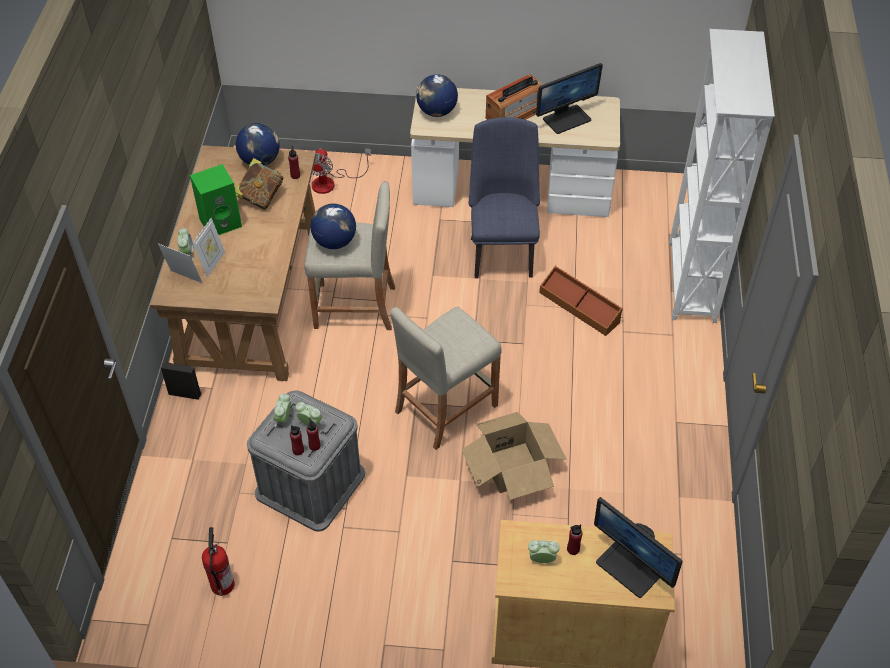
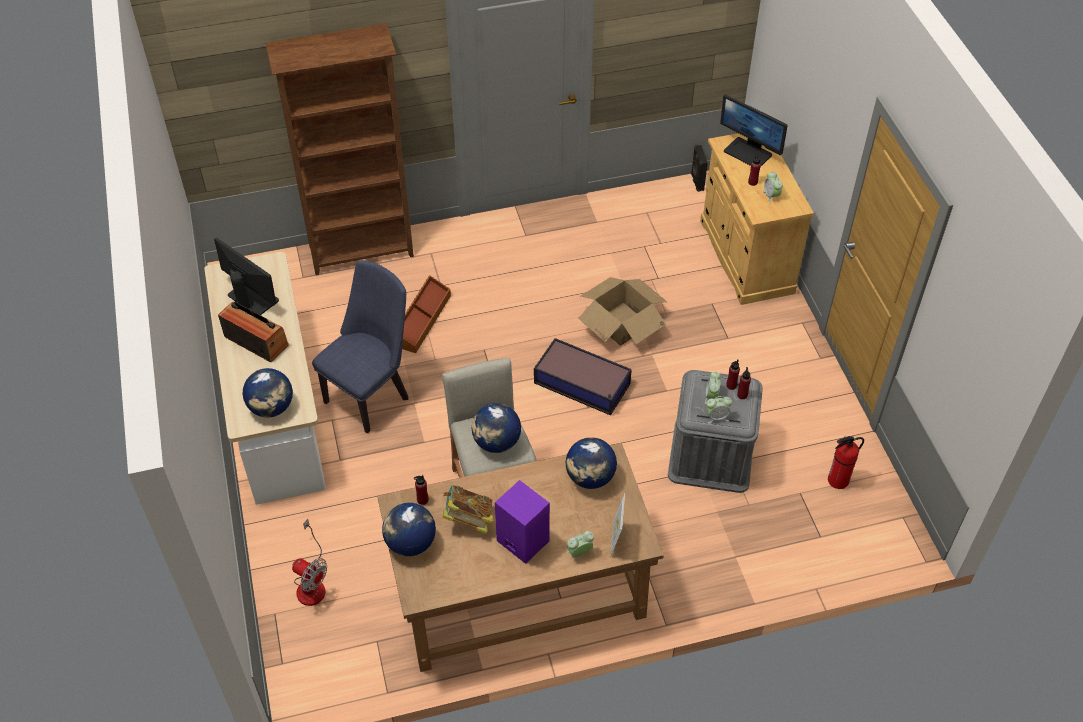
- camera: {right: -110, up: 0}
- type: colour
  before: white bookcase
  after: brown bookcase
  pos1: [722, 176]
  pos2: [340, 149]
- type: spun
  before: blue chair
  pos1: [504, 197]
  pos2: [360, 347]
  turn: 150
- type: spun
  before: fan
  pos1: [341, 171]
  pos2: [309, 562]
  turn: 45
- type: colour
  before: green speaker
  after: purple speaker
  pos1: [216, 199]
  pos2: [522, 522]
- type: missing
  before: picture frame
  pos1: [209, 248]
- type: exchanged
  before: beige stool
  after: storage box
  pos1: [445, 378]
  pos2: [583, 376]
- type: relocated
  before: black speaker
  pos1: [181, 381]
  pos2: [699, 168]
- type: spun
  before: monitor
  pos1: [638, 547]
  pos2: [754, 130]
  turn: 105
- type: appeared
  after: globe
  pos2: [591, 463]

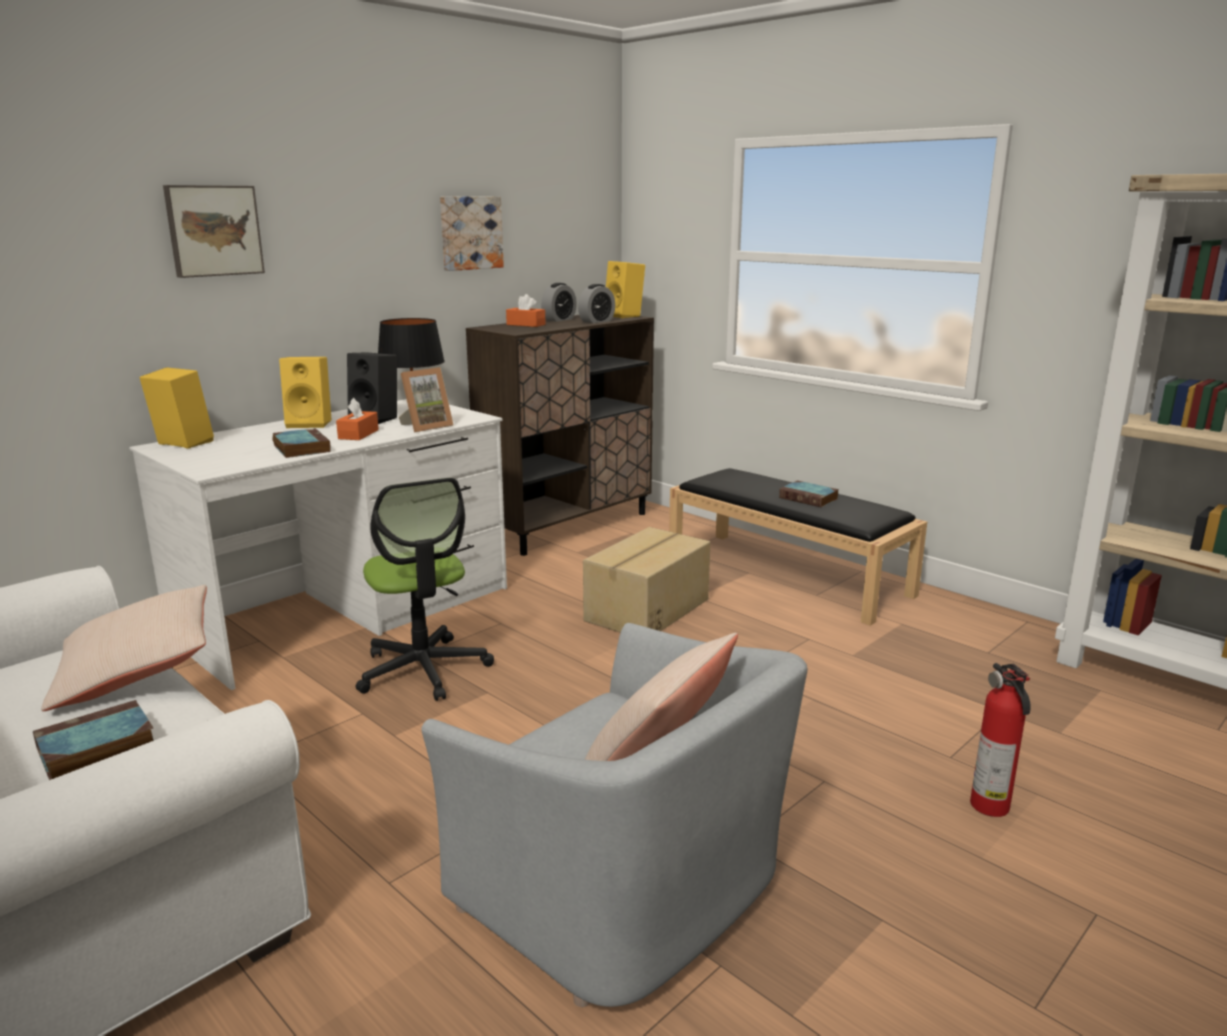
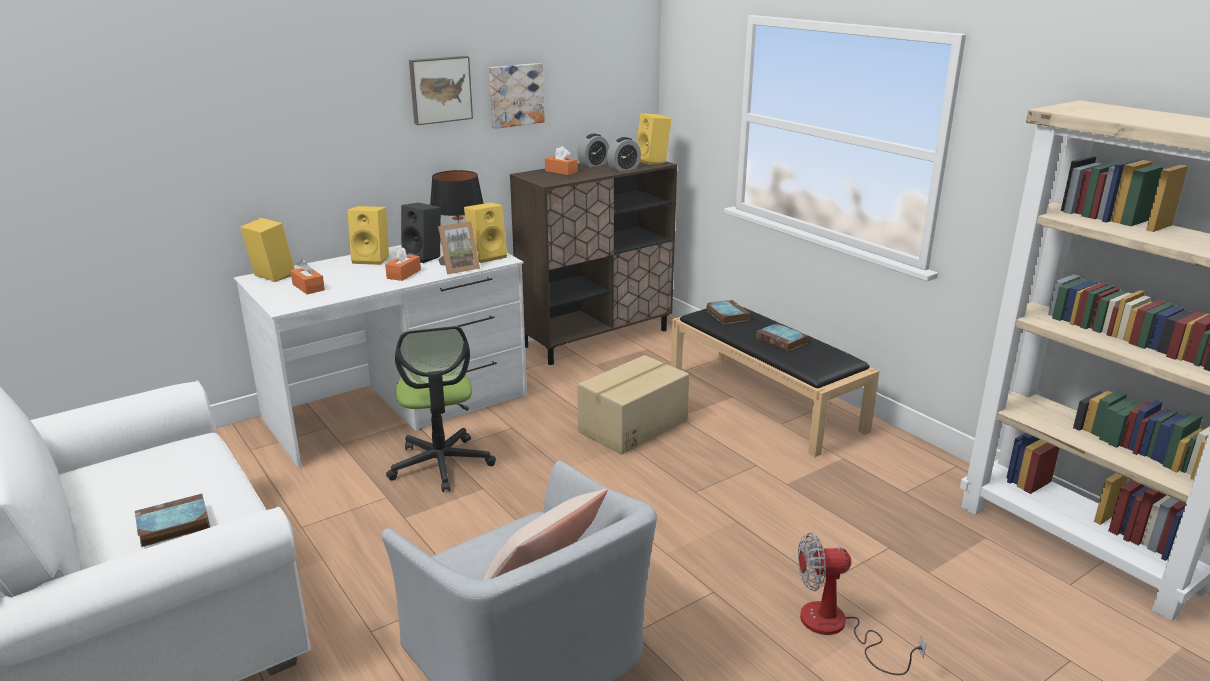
- camera: {right: 10, up: 5}
- type: relocated
  before: picture
  pos1: [214, 231]
  pos2: [441, 90]
- type: relocated
  before: book
  pos1: [301, 443]
  pos2: [728, 312]
- type: missing
  before: beige pillow
  pos1: [124, 648]
- type: exchanged
  before: fire extinguisher
  after: fan
  pos1: [1000, 740]
  pos2: [862, 604]
- type: appeared
  after: yellow speaker
  pos2: [485, 232]
- type: appeared
  after: orange tissue box
  pos2: [308, 276]

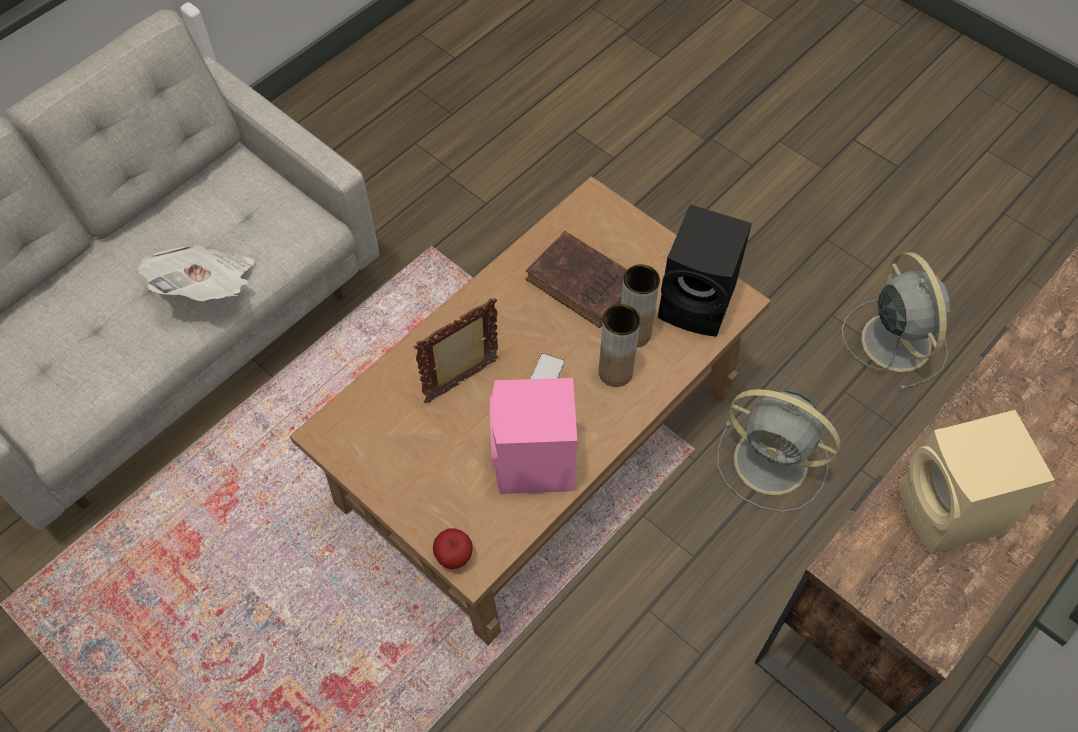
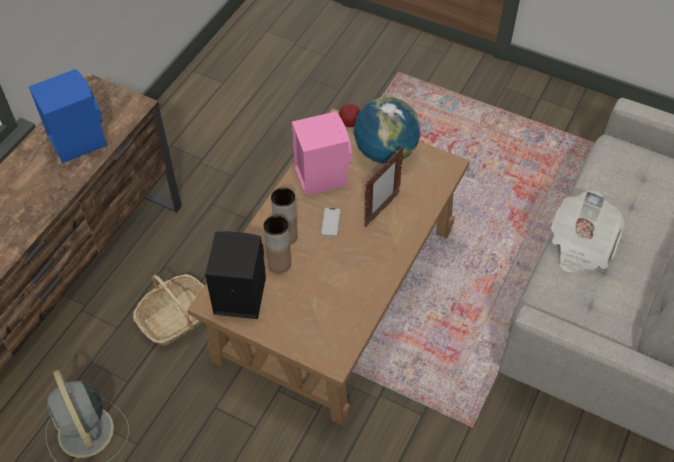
- camera: {right: 165, up: -5}
- type: missing
  before: brown book
  pos1: [576, 279]
- type: exchanged
  before: grey fan
  after: basket
  pos1: [778, 450]
  pos2: [168, 309]
- type: colour
  before: beige speaker
  after: blue speaker
  pos1: [976, 482]
  pos2: [68, 116]
- type: appeared
  after: globe
  pos2: [387, 130]

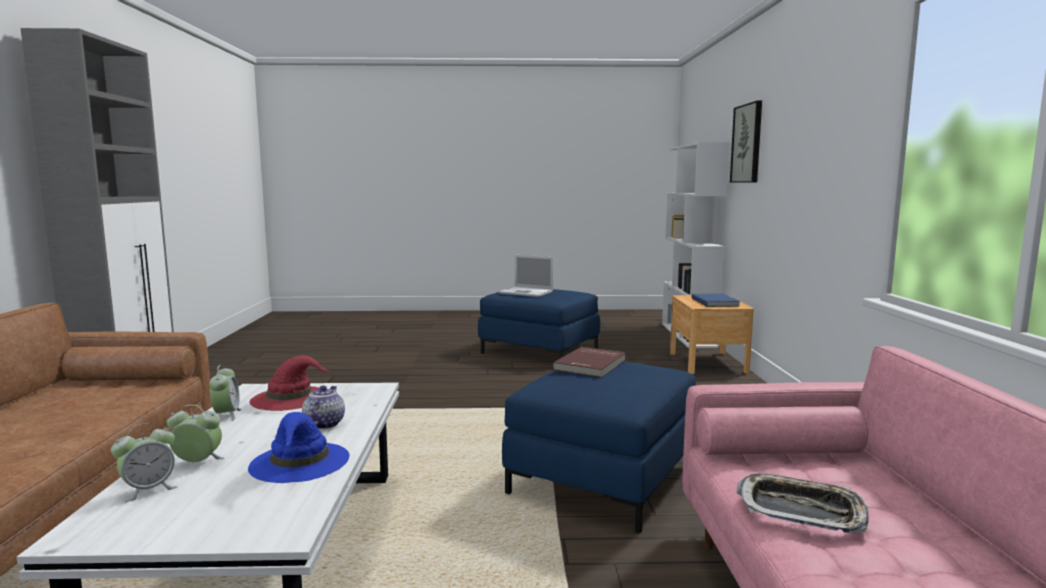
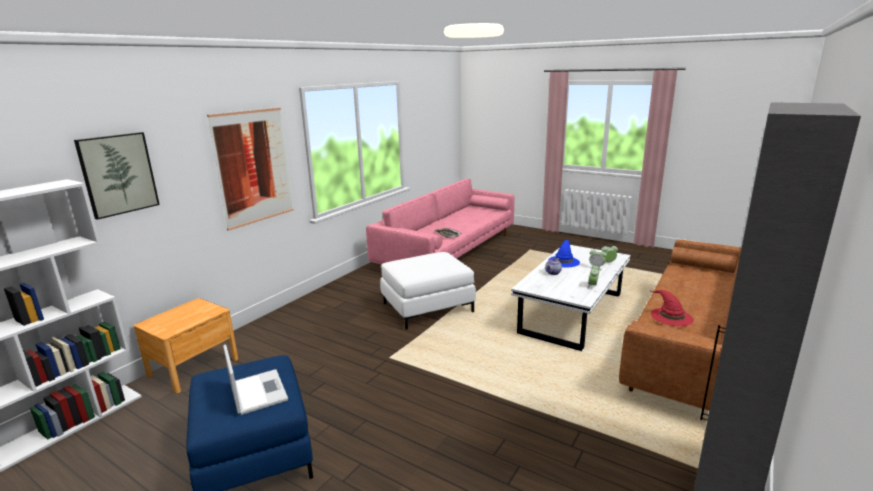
- camera: {right: -145, up: 10}
- type: missing
  before: blue book
  pos1: [715, 300]
- type: missing
  before: red book
  pos1: [588, 362]
- type: relocated
  before: red hat
  pos1: [290, 383]
  pos2: [672, 308]
- type: colour
  before: blue ottoman
  after: white ottoman
  pos1: [599, 447]
  pos2: [428, 290]
- type: appeared
  after: picture
  pos2: [250, 169]

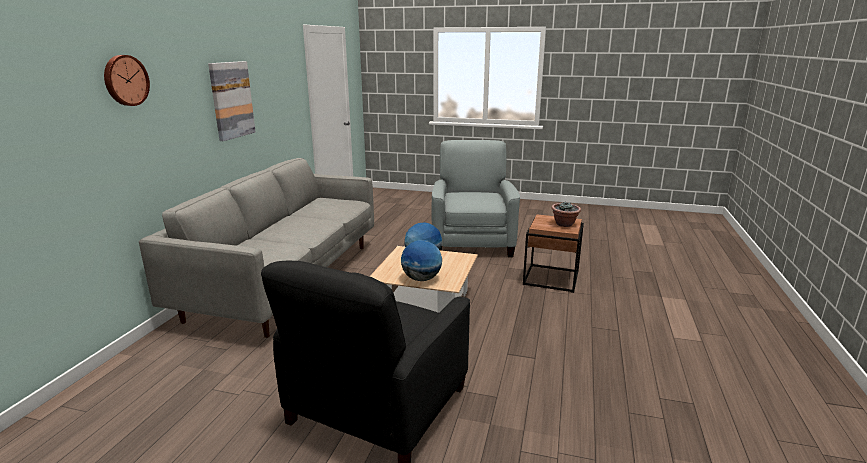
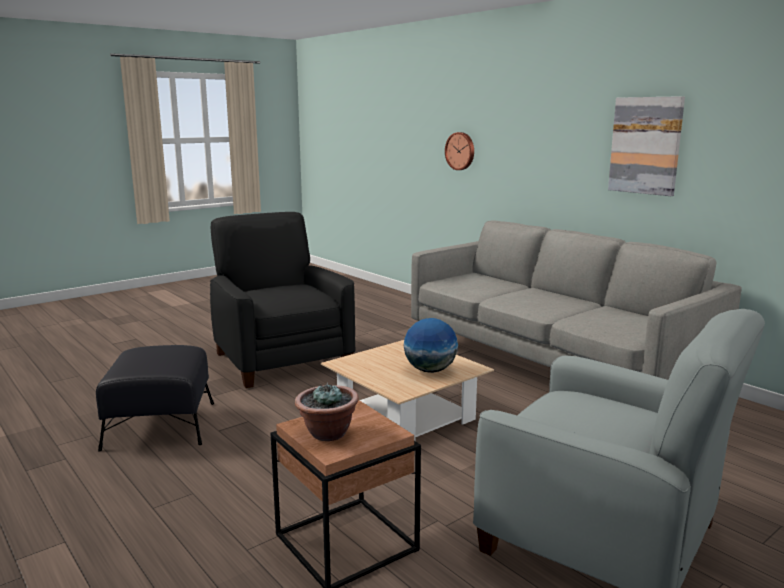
- camera: {right: 125, up: -5}
- type: relocated
  before: wall clock
  pos1: [127, 80]
  pos2: [459, 151]
- type: missing
  before: globe
  pos1: [421, 260]
- type: appeared
  after: black ottoman
  pos2: [155, 398]

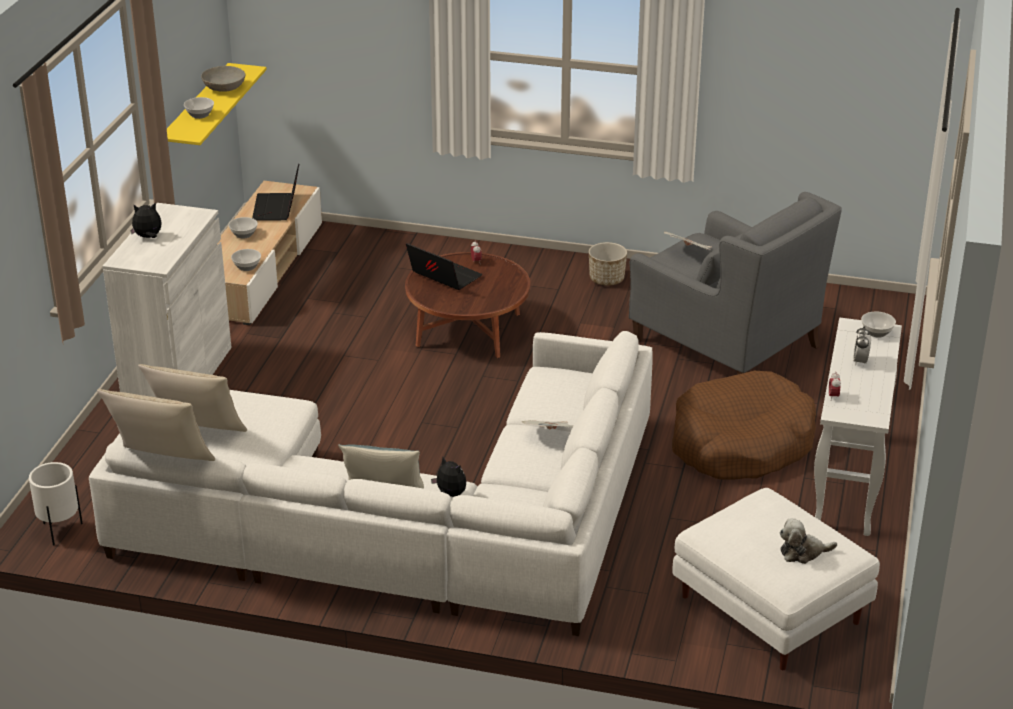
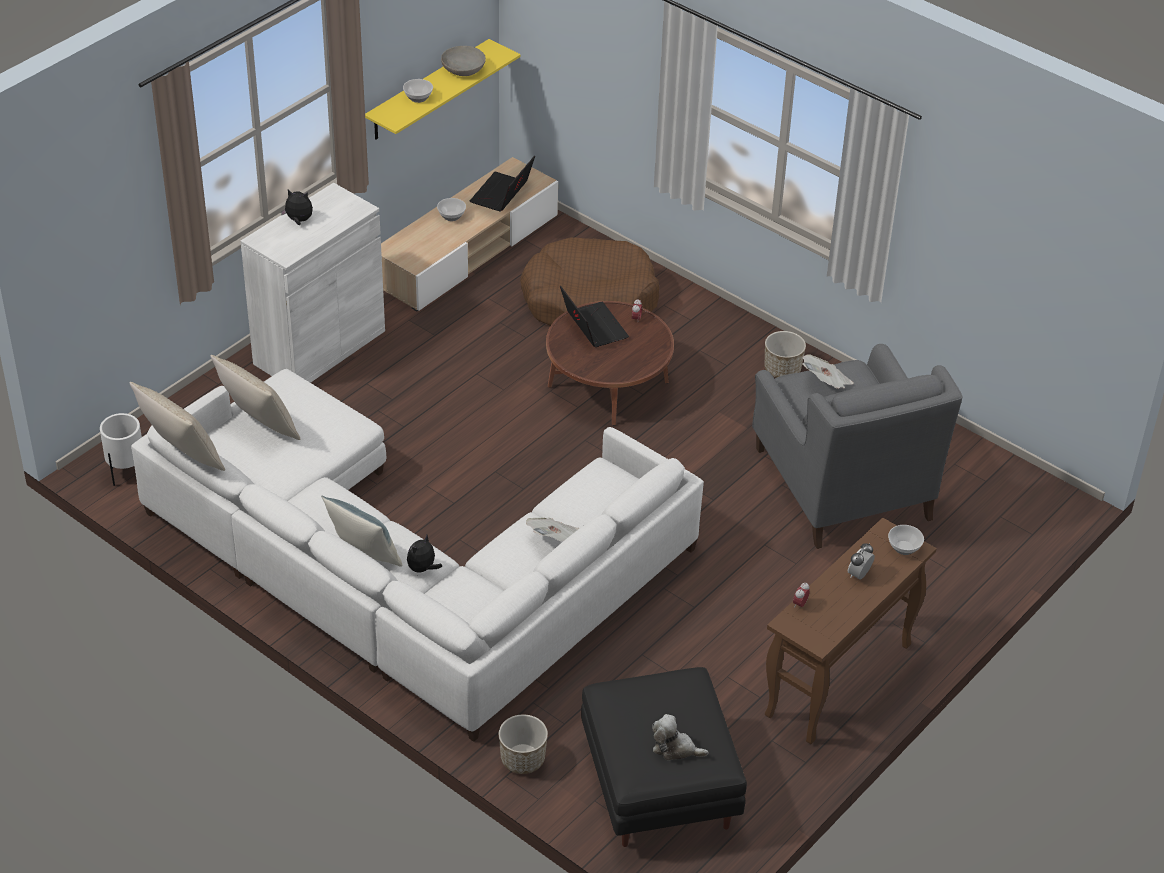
- camera: {right: 25, up: 10}
- type: missing
  before: bowl
  pos1: [246, 260]
- type: colour
  before: white console table
  after: brown console table
  pos1: [858, 427]
  pos2: [851, 631]
- type: relocated
  before: brown dog bed
  pos1: [744, 425]
  pos2: [589, 281]
- type: spun
  before: plush toy
  pos1: [448, 477]
  pos2: [424, 553]
  turn: -120
- type: colour
  before: white ottoman
  after: black ottoman
  pos1: [776, 579]
  pos2: [664, 757]
- type: appeared
  after: planter
  pos2: [523, 744]

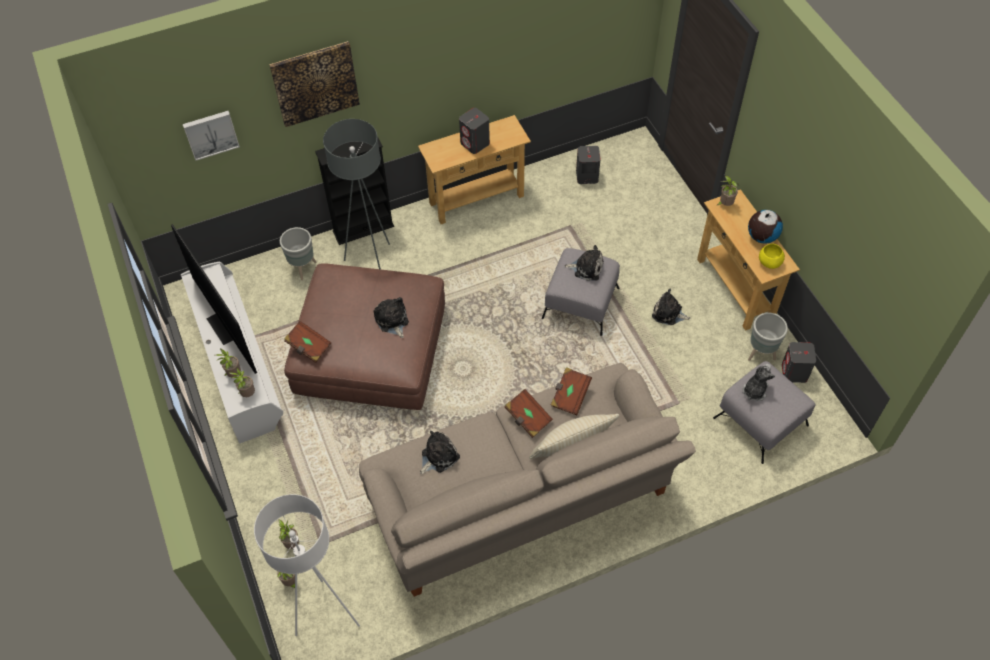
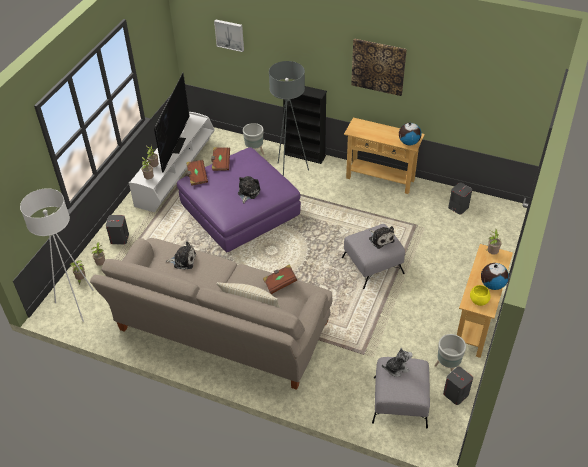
- camera: {right: 45, up: -10}
- type: relocated
  before: picture
  pos1: [314, 84]
  pos2: [379, 67]
- type: relocated
  before: grey speaker
  pos1: [474, 131]
  pos2: [117, 230]
- type: colour
  before: brown ottoman
  after: purple ottoman
  pos1: [364, 336]
  pos2: [239, 200]
- type: missing
  before: plush toy
  pos1: [671, 307]
- type: relocated
  before: brown book
  pos1: [529, 413]
  pos2: [220, 159]
- type: appeared
  after: globe
  pos2: [410, 133]

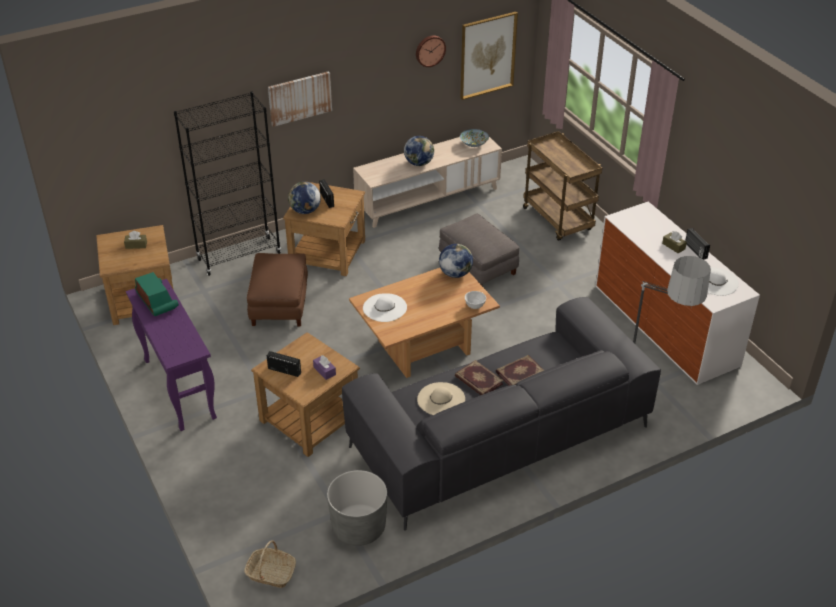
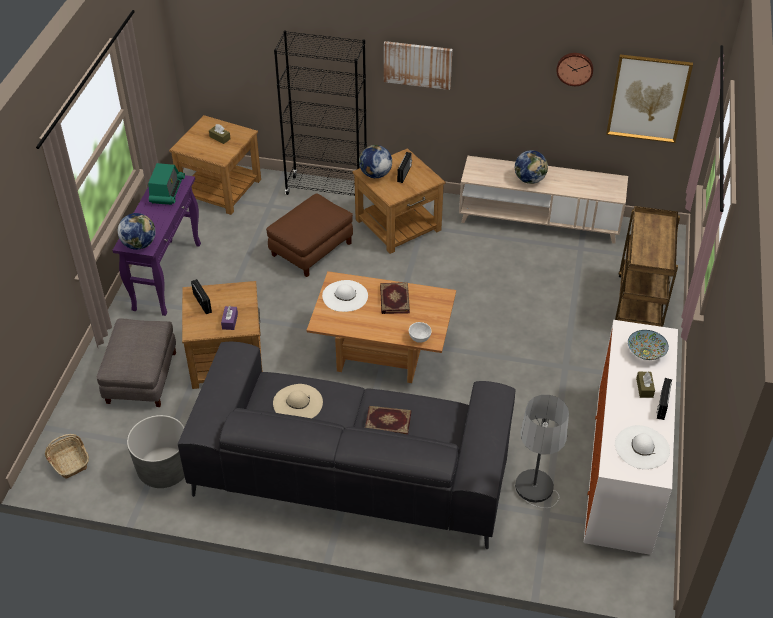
- camera: {right: 40, up: 5}
- type: relocated
  before: bowl
  pos1: [474, 138]
  pos2: [648, 345]
- type: relocated
  before: grey ottoman
  pos1: [479, 249]
  pos2: [136, 362]
- type: relocated
  before: globe
  pos1: [456, 261]
  pos2: [137, 231]
- type: relocated
  before: book
  pos1: [479, 377]
  pos2: [395, 298]

